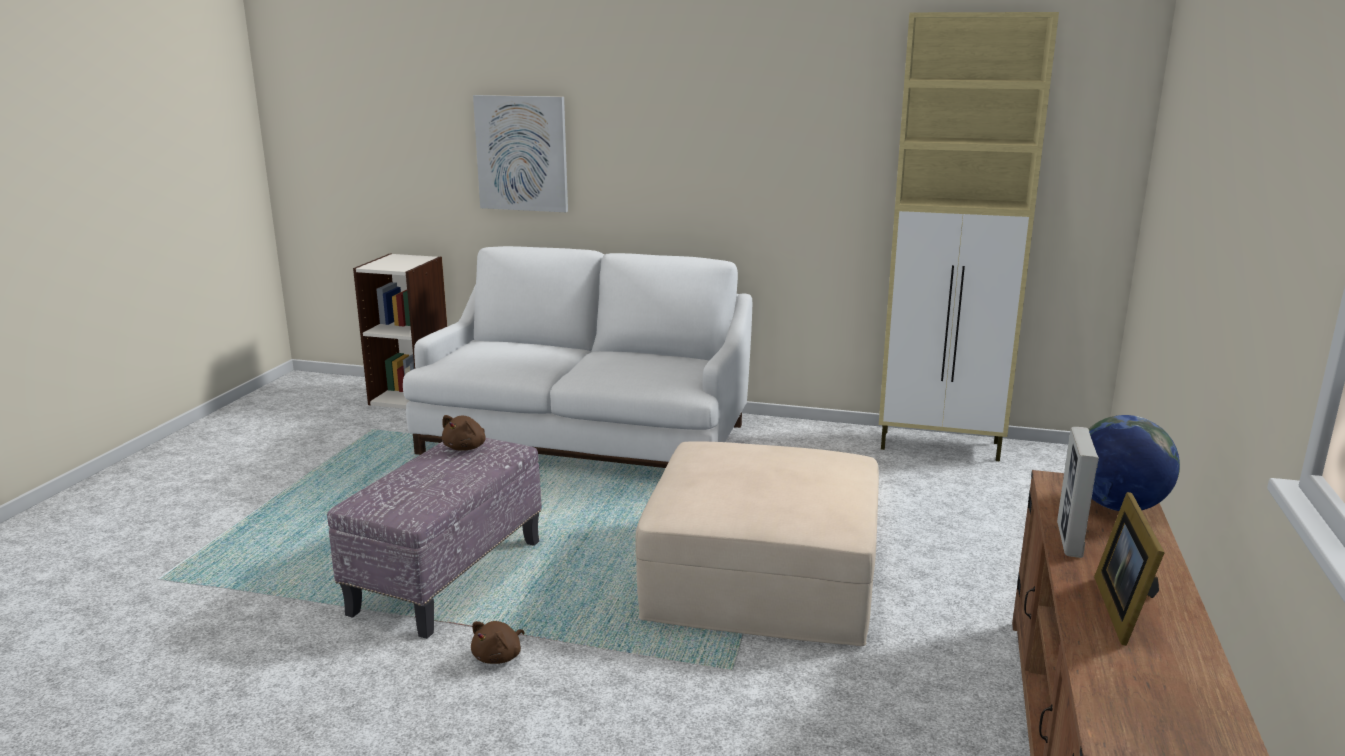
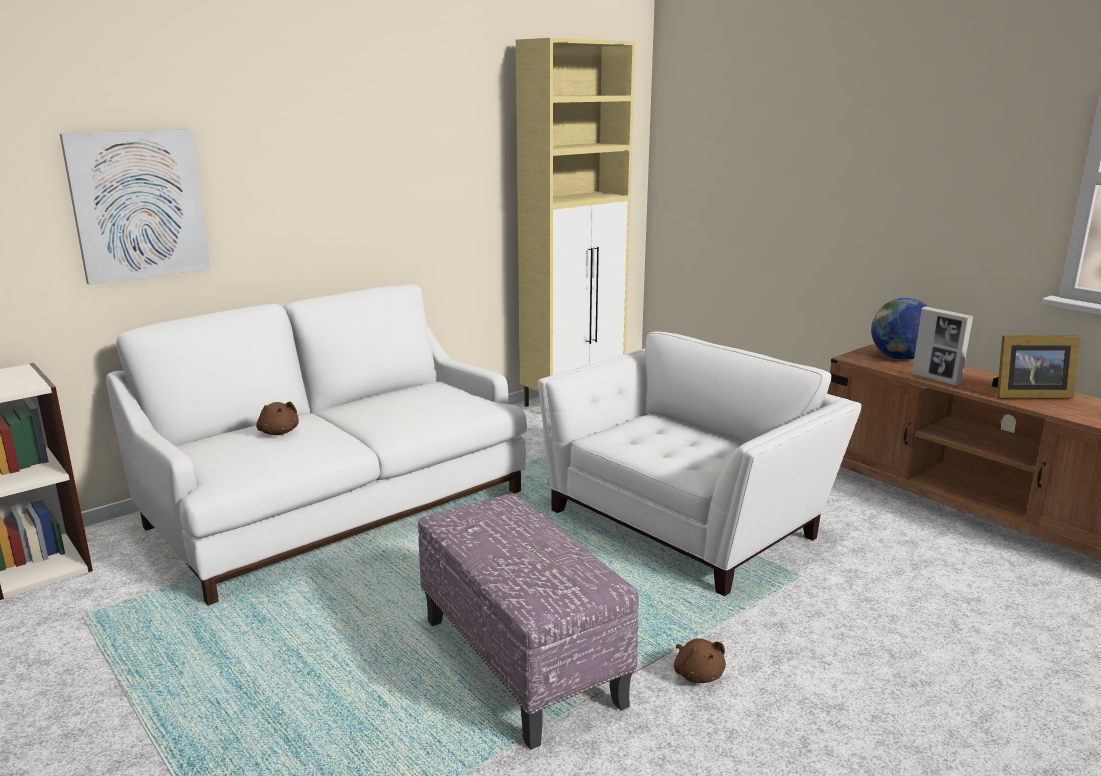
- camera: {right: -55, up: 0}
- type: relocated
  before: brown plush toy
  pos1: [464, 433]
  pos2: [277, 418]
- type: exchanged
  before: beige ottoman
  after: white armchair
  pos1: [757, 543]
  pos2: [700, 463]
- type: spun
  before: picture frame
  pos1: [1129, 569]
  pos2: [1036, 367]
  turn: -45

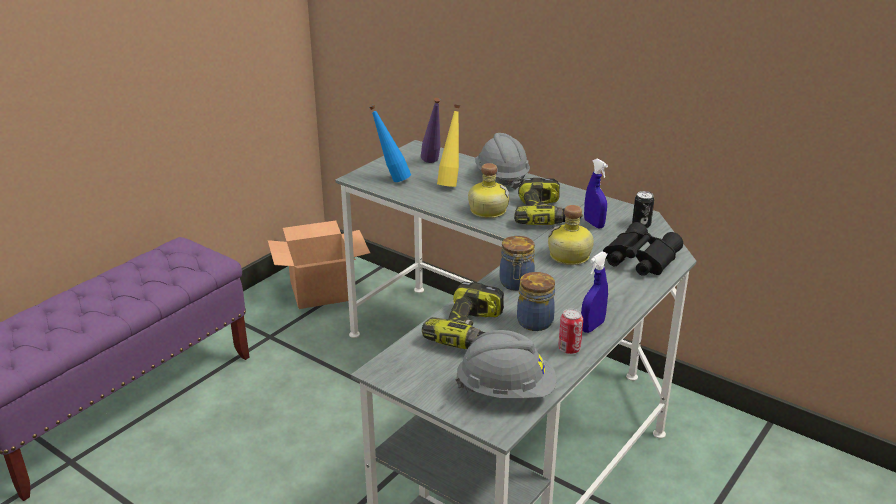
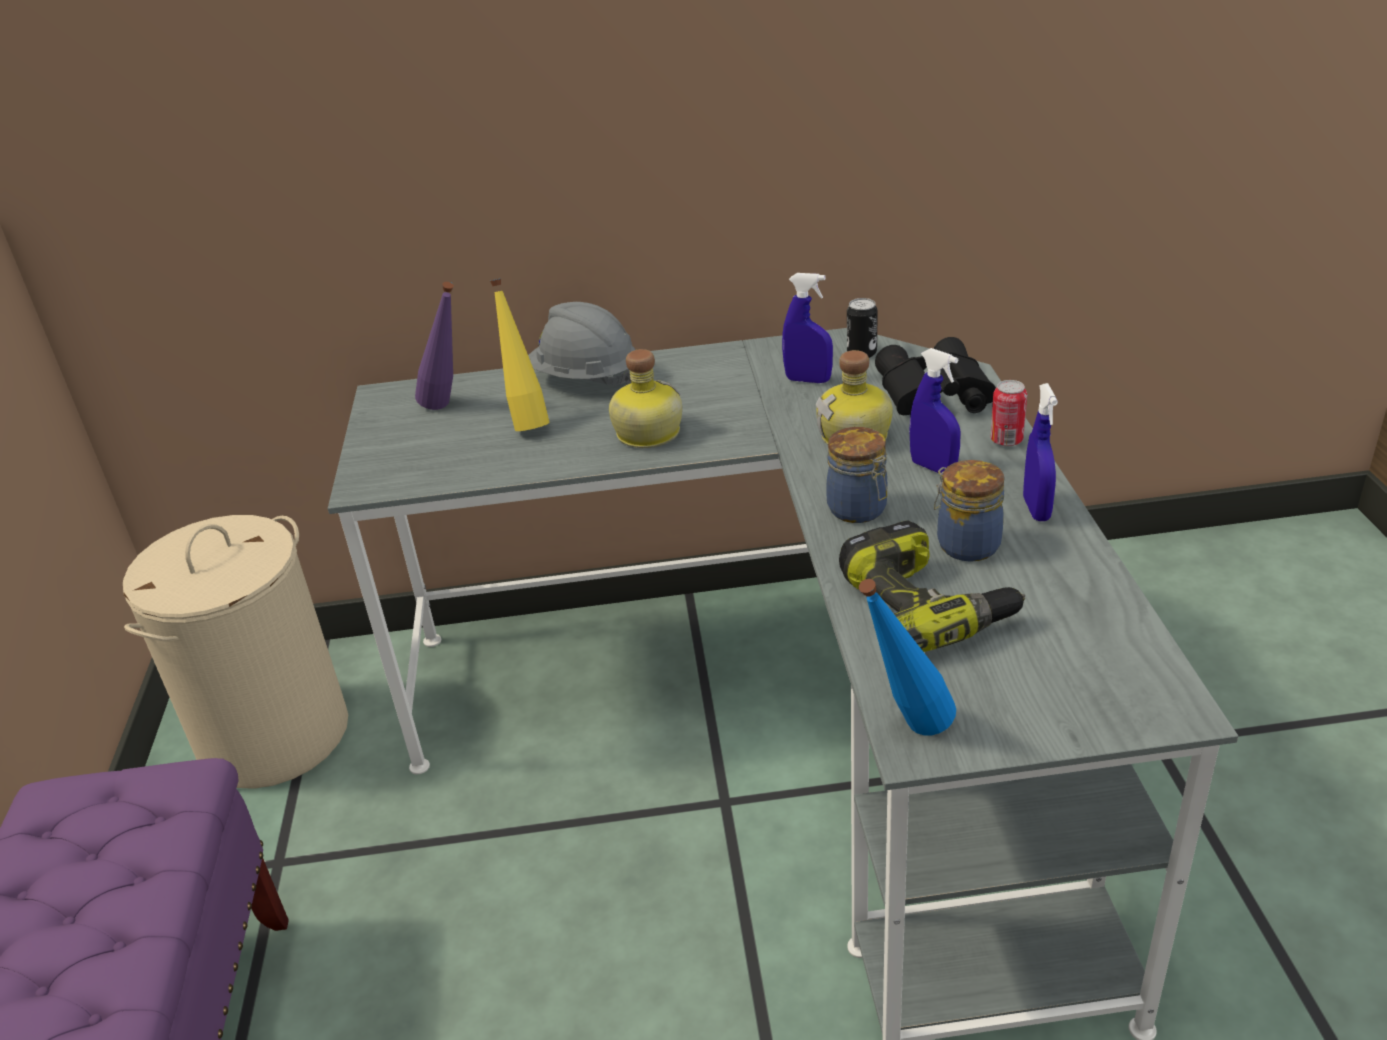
- camera: {right: -40, up: 5}
- type: relocated
  before: blue bottle
  pos1: [390, 143]
  pos2: [907, 657]
- type: missing
  before: power drill
  pos1: [548, 201]
- type: exchanged
  before: cardboard box
  after: beige laundry basket
  pos1: [319, 264]
  pos2: [235, 652]
- type: relocated
  before: can
  pos1: [570, 331]
  pos2: [1008, 413]
- type: missing
  before: grey hard hat
  pos1: [505, 364]
- type: appeared
  after: blue spray bottle
  pos2: [934, 411]

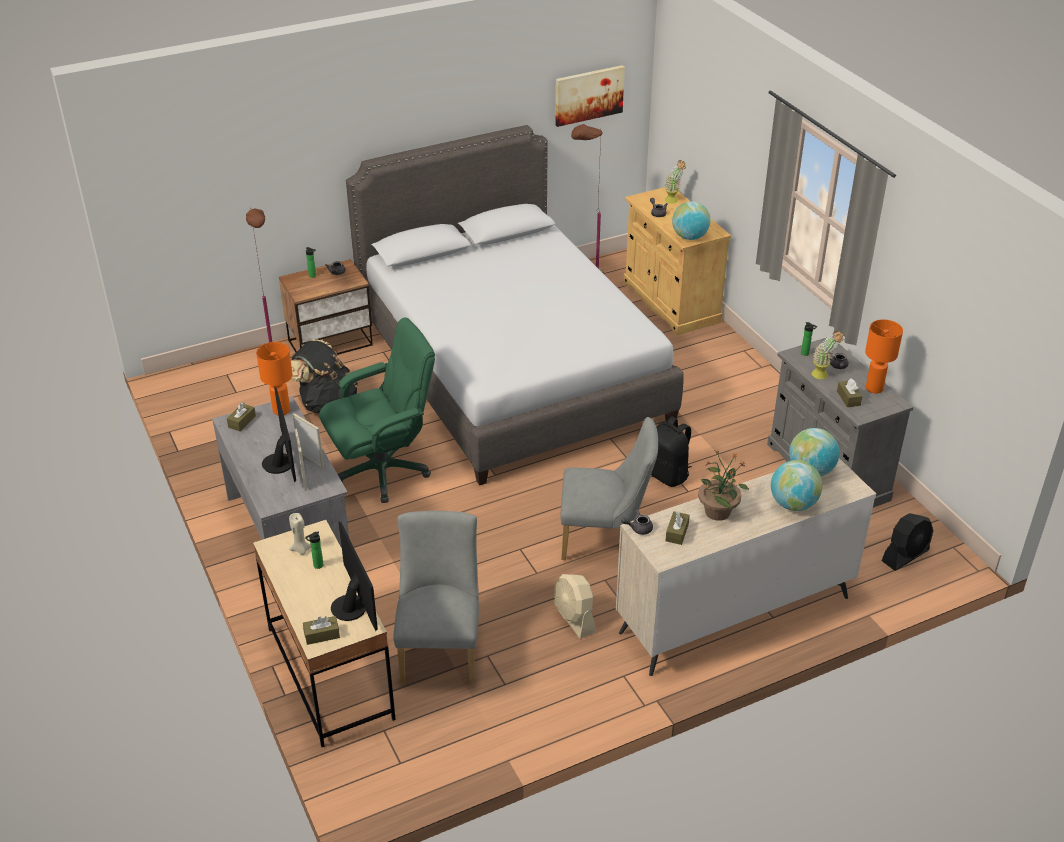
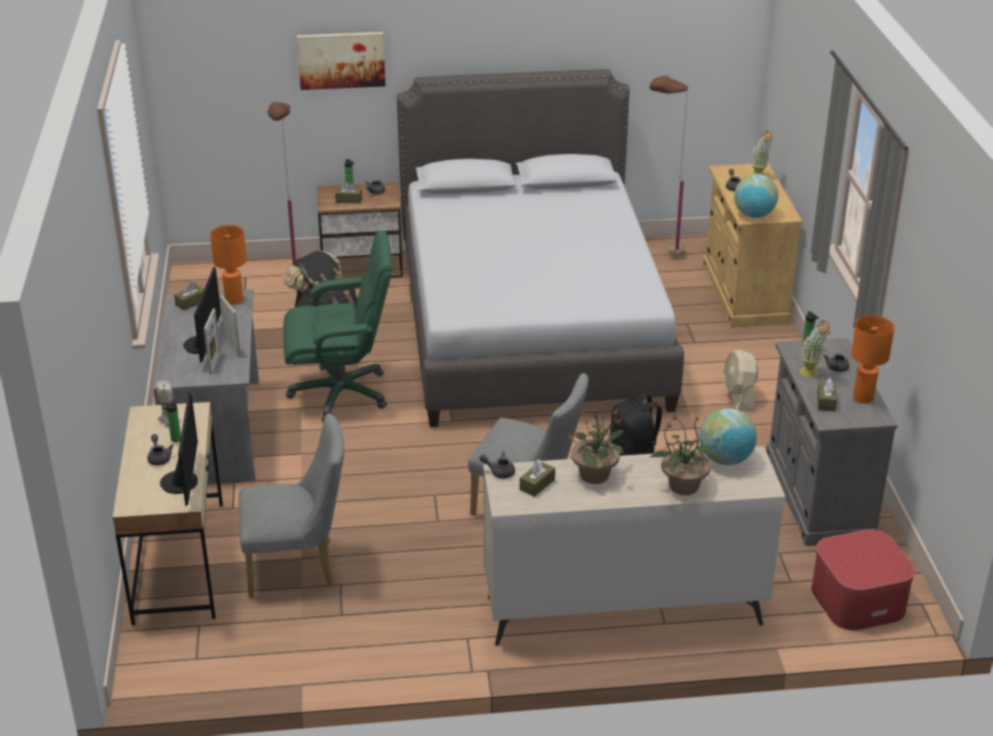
- camera: {right: 20, up: -5}
- type: relocated
  before: picture
  pos1: [590, 96]
  pos2: [341, 61]
- type: exchanged
  before: globe
  after: potted plant
  pos1: [796, 485]
  pos2: [685, 454]
- type: spun
  before: grey chair
  pos1: [436, 598]
  pos2: [291, 505]
  turn: 60
- type: exchanged
  before: black fan
  after: ottoman
  pos1: [907, 542]
  pos2: [863, 580]
- type: relocated
  before: beige fan
  pos1: [575, 606]
  pos2: [741, 380]
- type: relocated
  before: brown tissue box
  pos1: [321, 630]
  pos2: [348, 193]
- type: appeared
  after: grey teapot
  pos2: [160, 449]

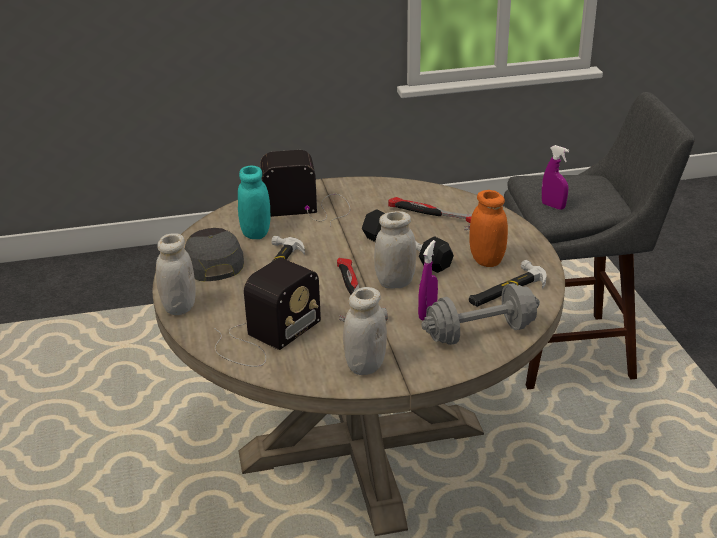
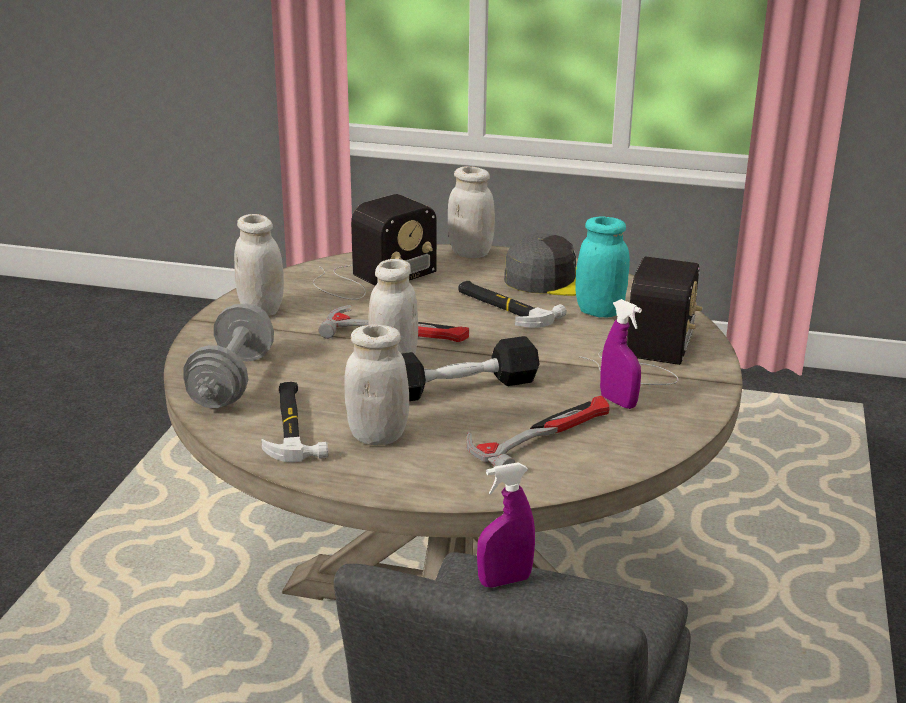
- camera: {right: 115, up: -5}
- type: colour
  before: orange jar
  after: white jar
  pos1: [488, 228]
  pos2: [376, 385]
- type: relocated
  before: purple spray bottle
  pos1: [428, 280]
  pos2: [621, 354]
- type: spun
  before: radio
  pos1: [267, 312]
  pos2: [375, 247]
  turn: -105

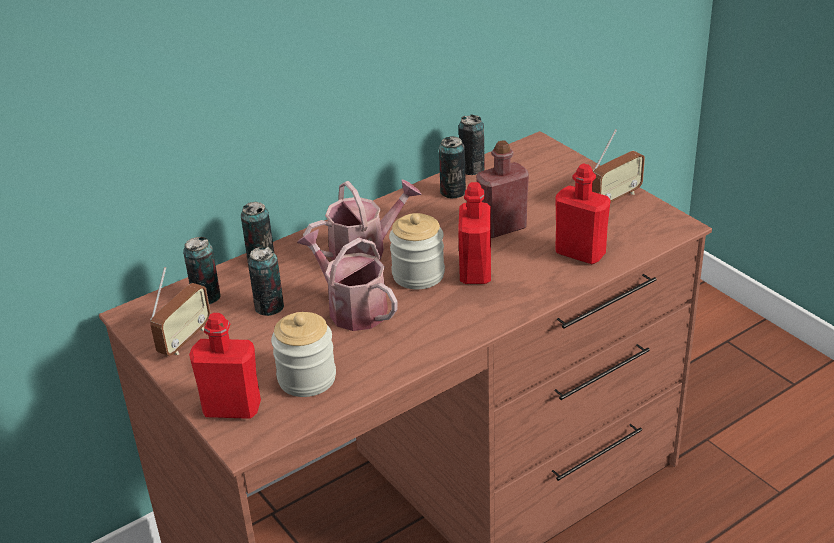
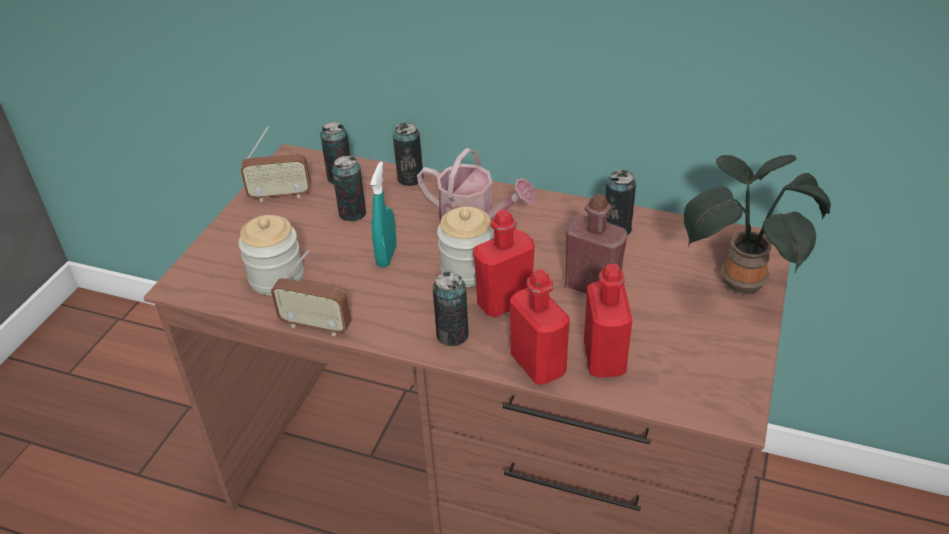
- camera: {right: 55, up: 5}
- type: relocated
  before: can
  pos1: [472, 145]
  pos2: [451, 309]
- type: relocated
  before: radio
  pos1: [618, 166]
  pos2: [311, 294]
- type: exchanged
  before: watering can
  after: turquoise spray bottle
  pos1: [347, 280]
  pos2: [383, 214]
- type: relocated
  before: red bottle
  pos1: [225, 366]
  pos2: [540, 326]
- type: appeared
  after: potted plant
  pos2: [757, 225]

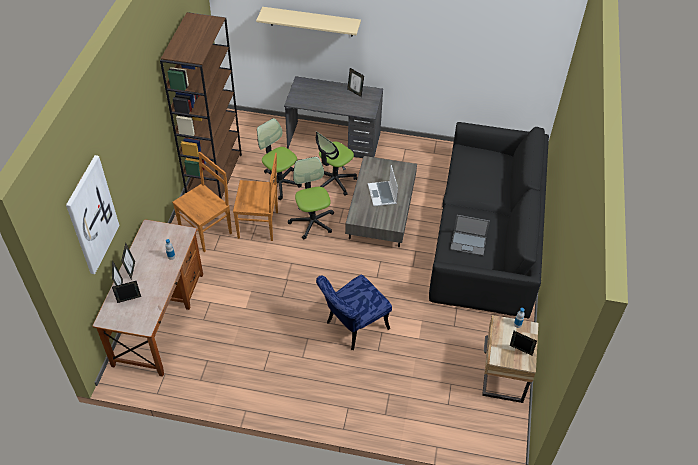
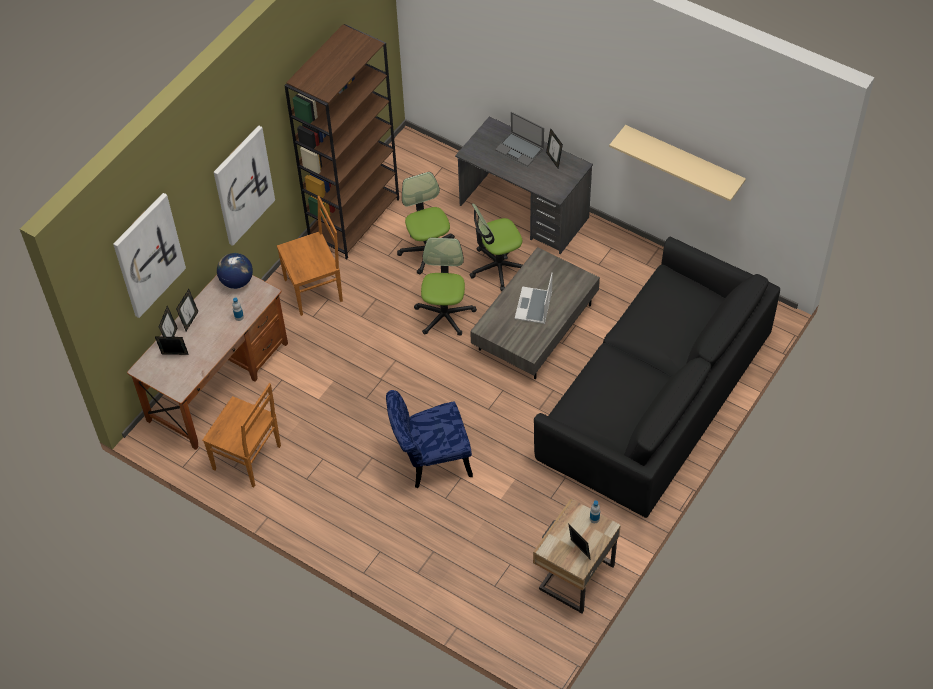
- camera: {right: 25, up: 5}
- type: relocated
  before: beige shelf
  pos1: [308, 22]
  pos2: [677, 163]
- type: relocated
  before: brown chair
  pos1: [255, 197]
  pos2: [241, 435]
- type: relocated
  before: laptop
  pos1: [470, 235]
  pos2: [519, 139]
- type: appeared
  after: picture
  pos2: [244, 186]
- type: appeared
  after: globe
  pos2: [235, 271]

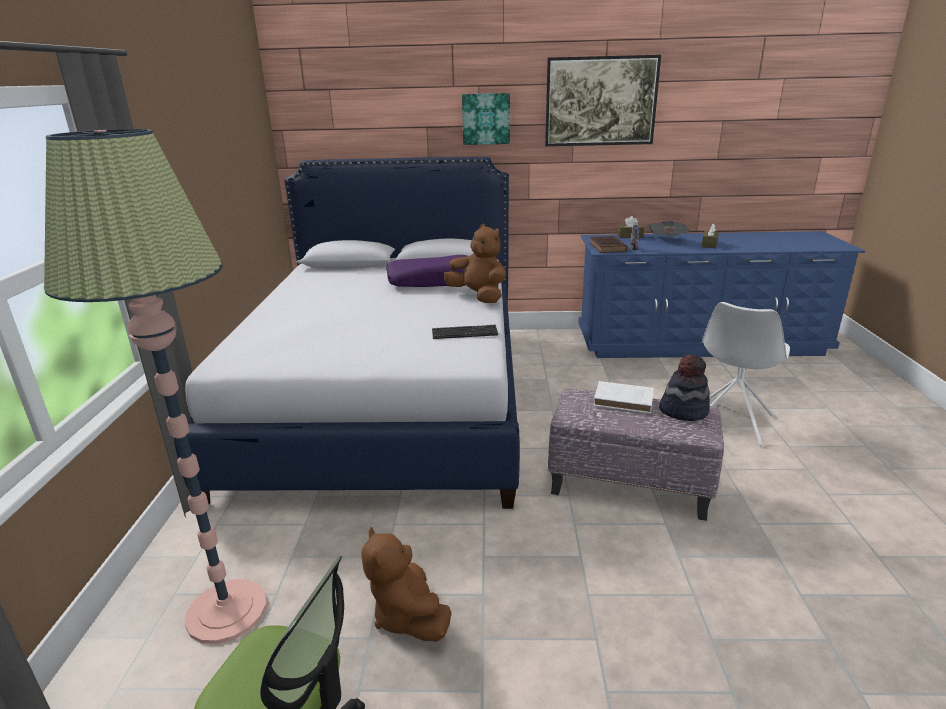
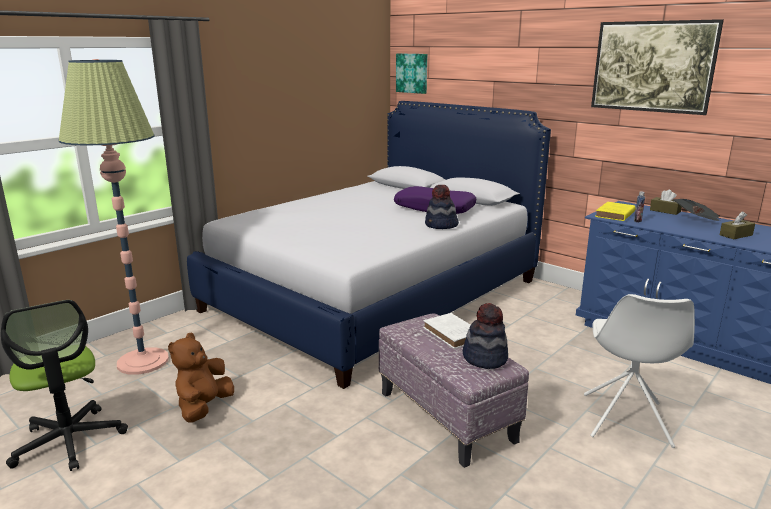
- camera: {right: 40, up: -5}
- type: relocated
  before: picture
  pos1: [486, 119]
  pos2: [411, 74]
- type: exchanged
  before: brown plush toy
  after: hat
  pos1: [474, 263]
  pos2: [442, 207]
- type: colour
  before: brown book
  after: yellow book
  pos1: [608, 244]
  pos2: [615, 211]
- type: spun
  before: white chair
  pos1: [746, 374]
  pos2: [639, 371]
  turn: -60
- type: missing
  before: keyboard
  pos1: [465, 332]

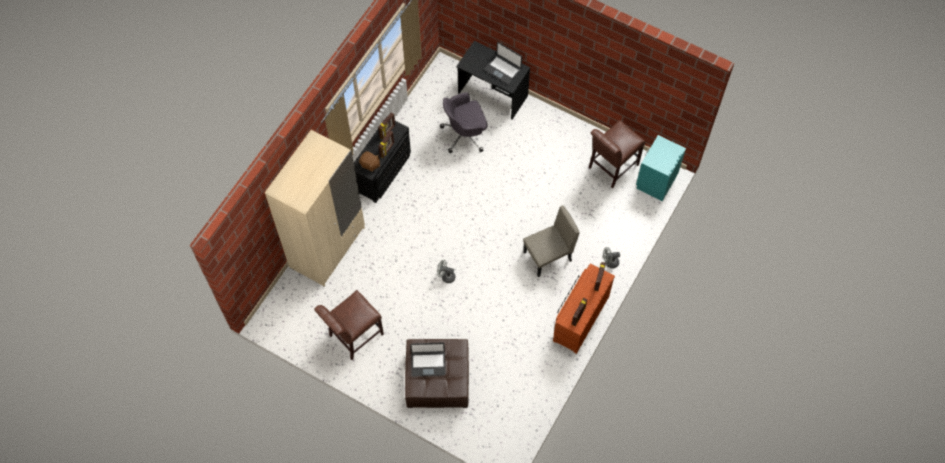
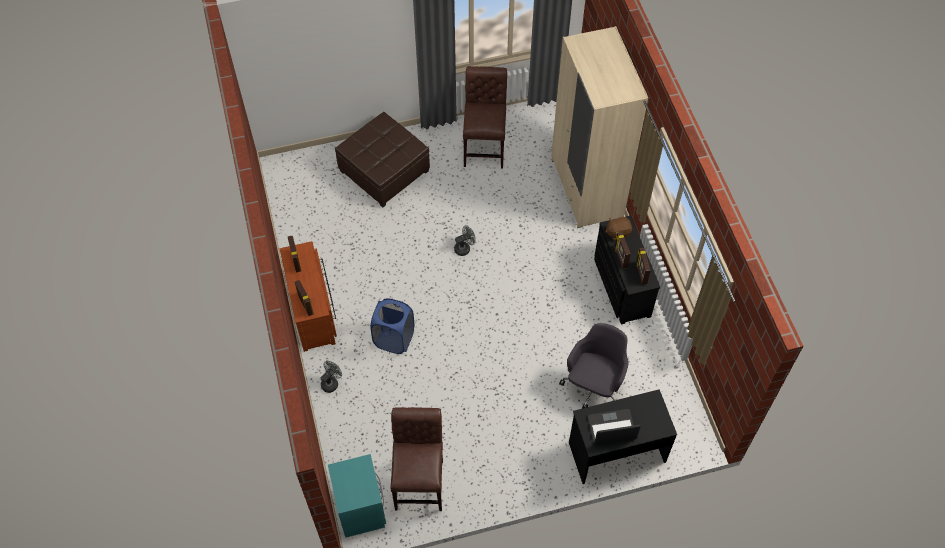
- camera: {right: 135, up: -5}
- type: exchanged
  before: beige chair
  after: blue laundry basket
  pos1: [551, 241]
  pos2: [392, 326]
- type: missing
  before: laptop
  pos1: [428, 359]

